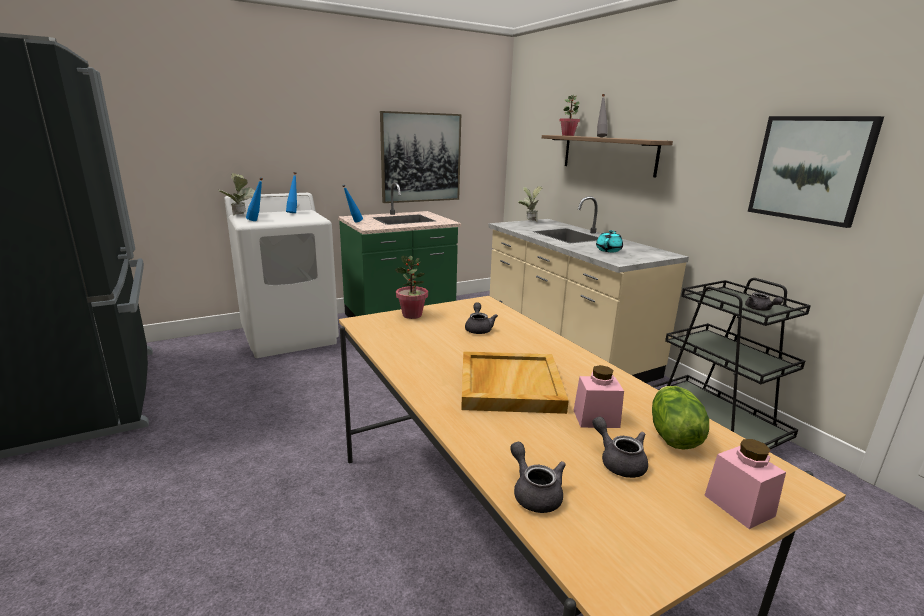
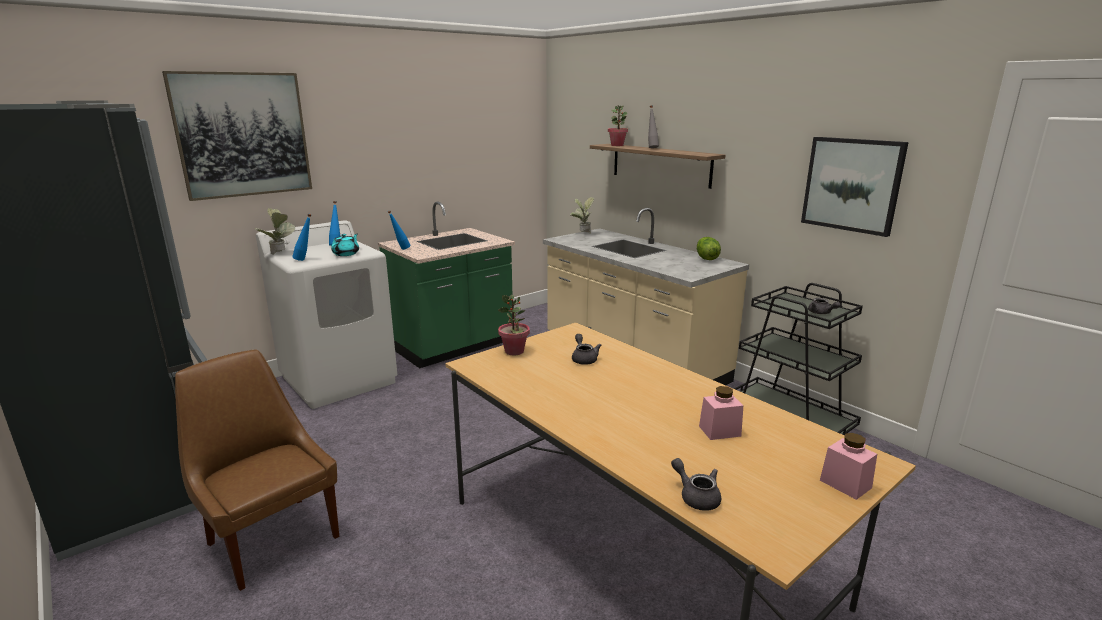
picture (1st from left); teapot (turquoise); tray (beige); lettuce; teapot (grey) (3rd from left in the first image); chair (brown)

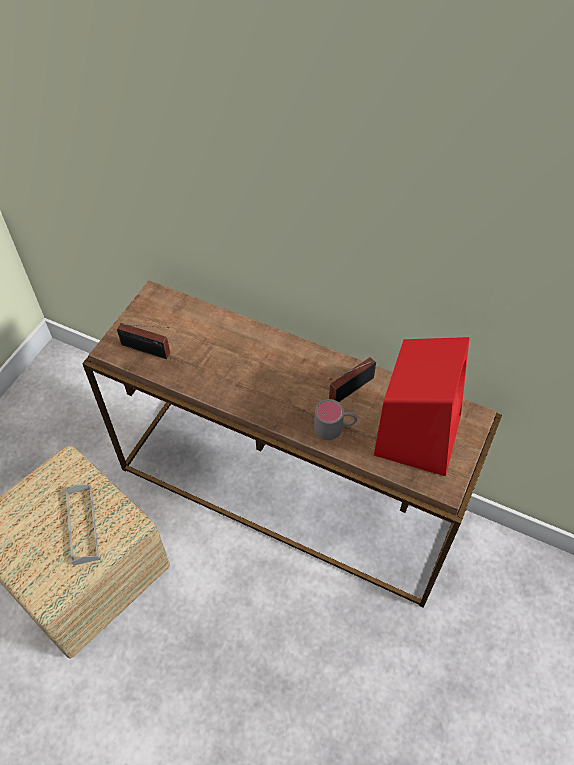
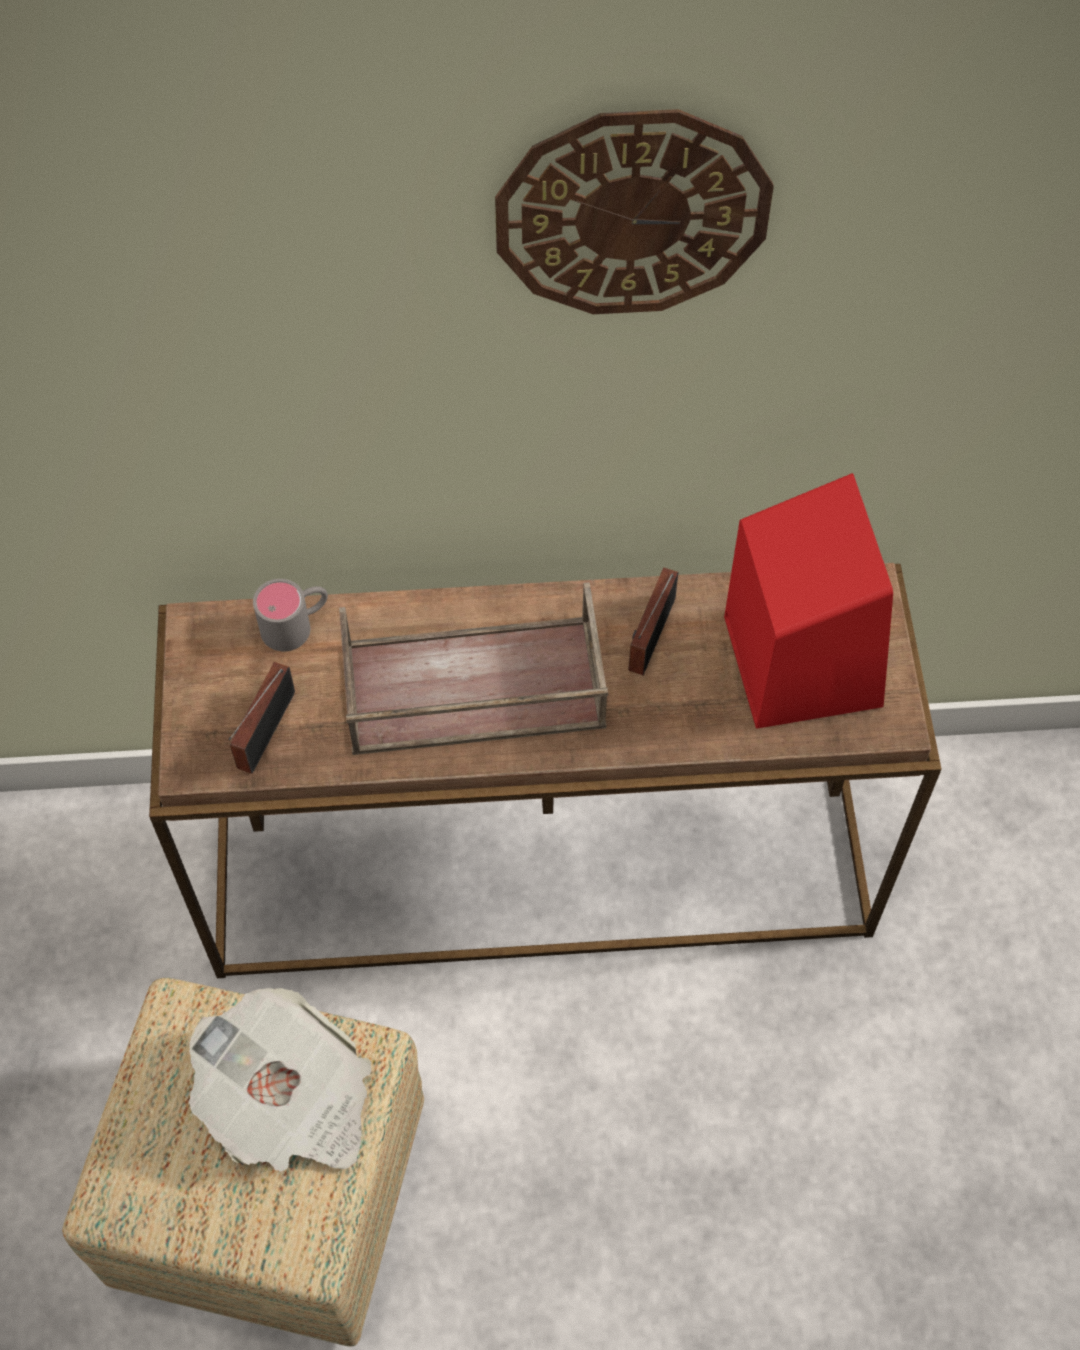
radio (1st from left); mug (grey); newspaper; wall clock; tray (brown)

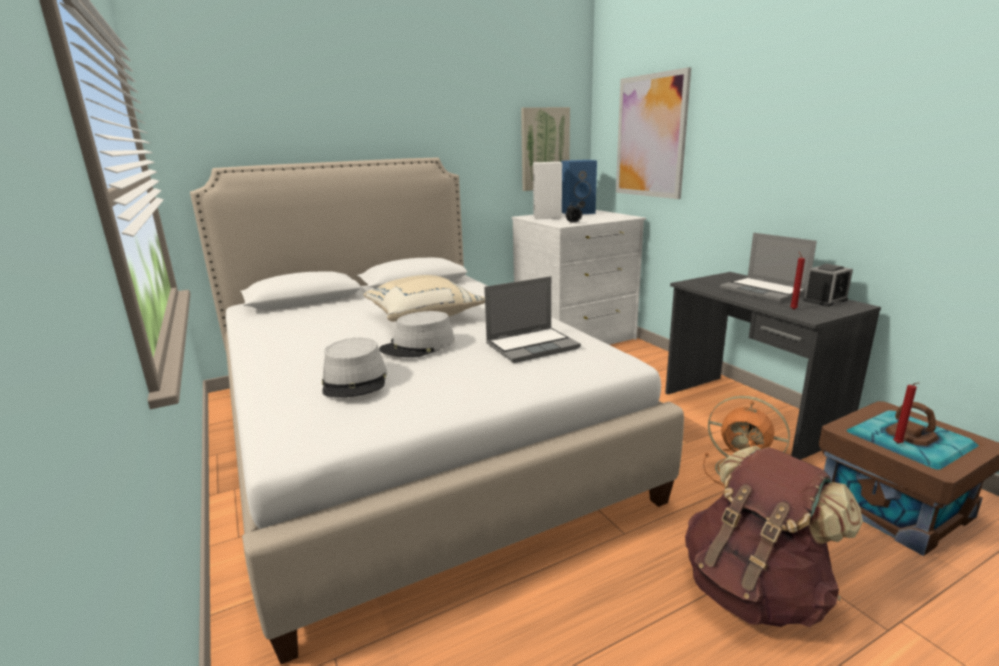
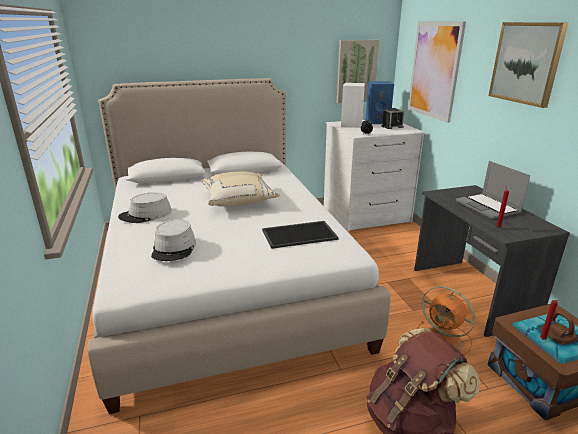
alarm clock (2nd from left); tray; hat (grey) (1st from left); picture (3rd from left)

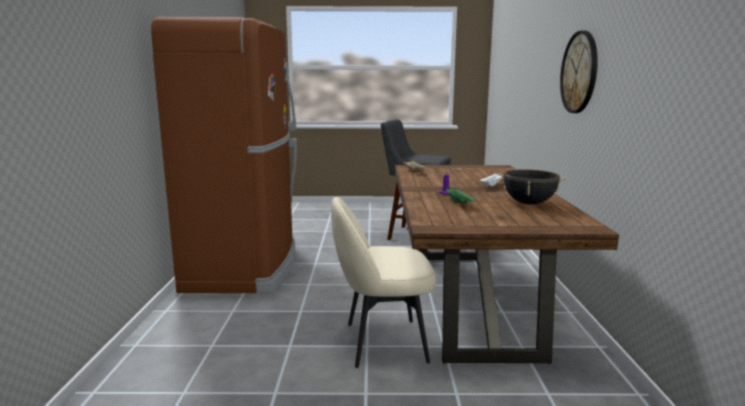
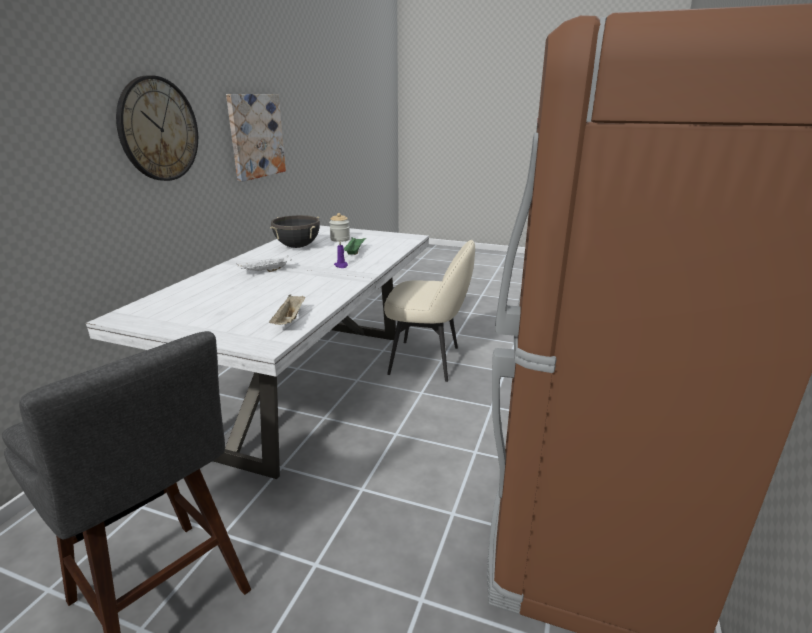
dining table (white); picture; jar

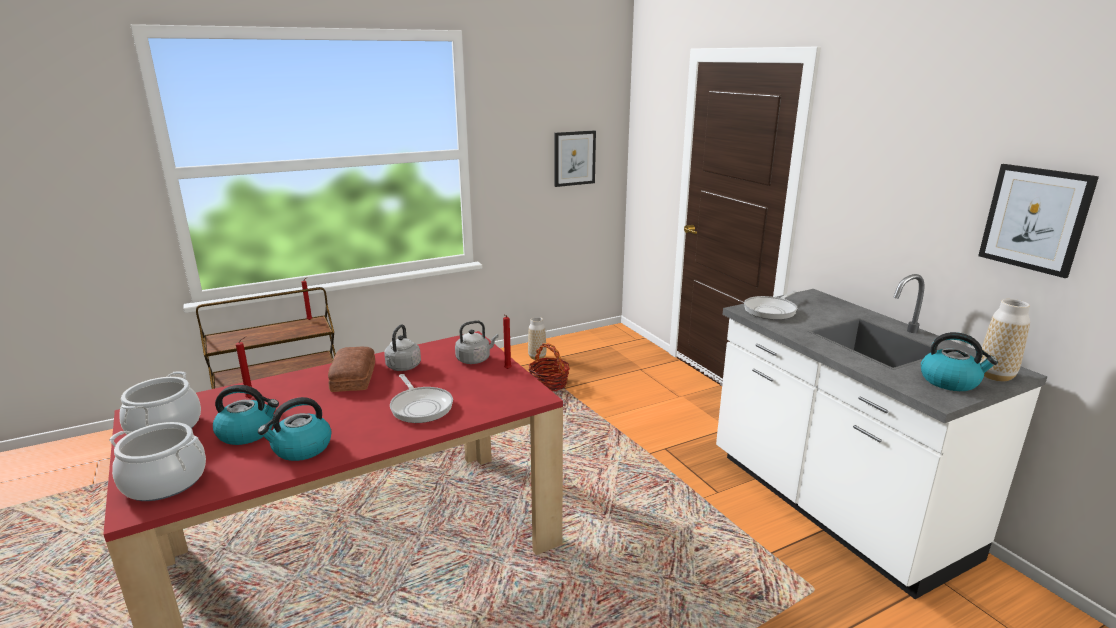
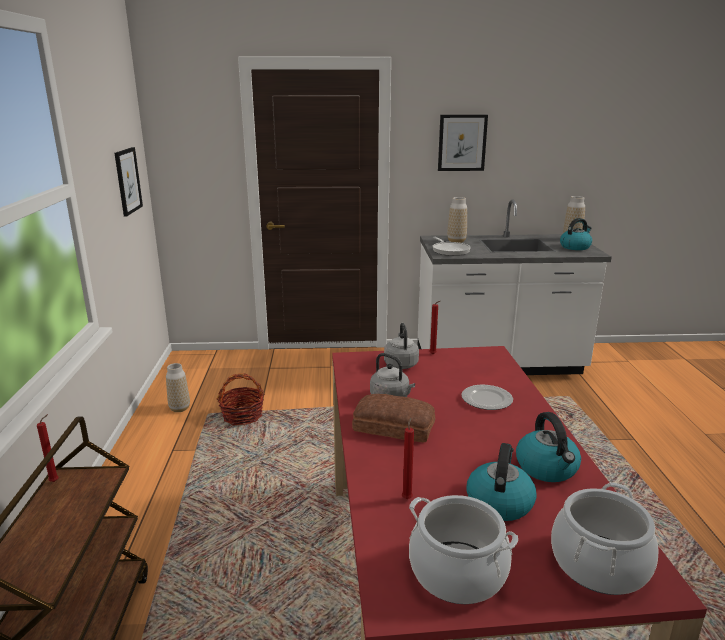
picture (2nd from left); plate; vase (2nd from left)

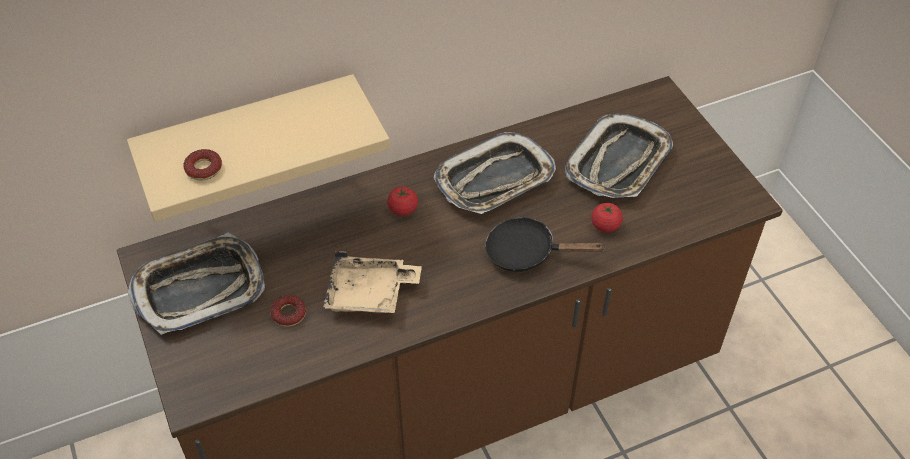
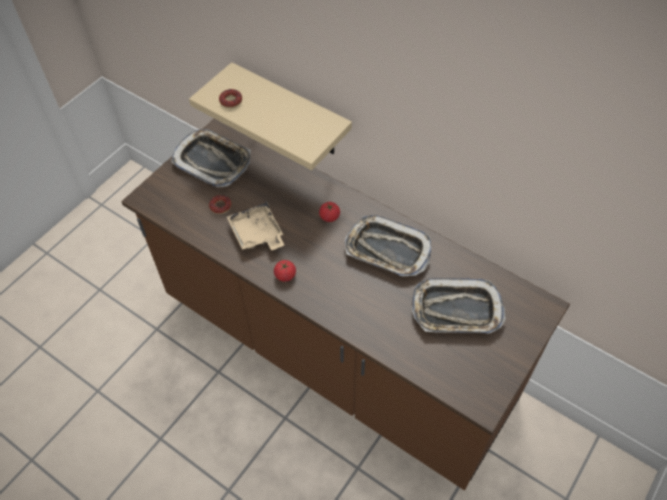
tomato (1st from left); frying pan (black)

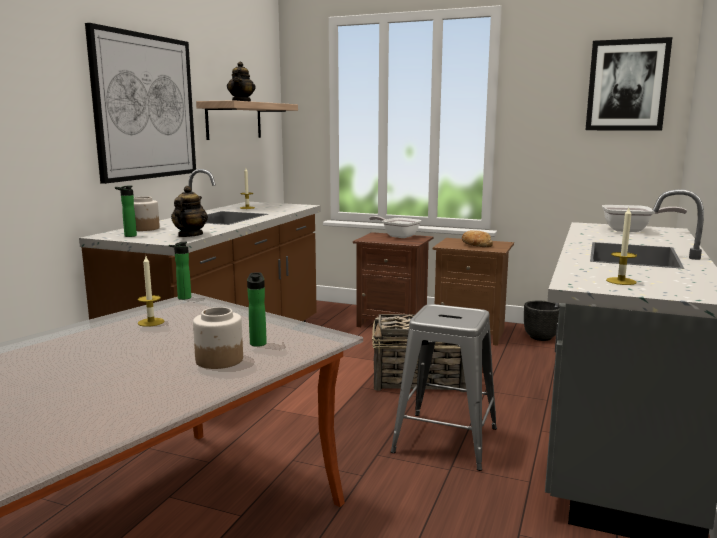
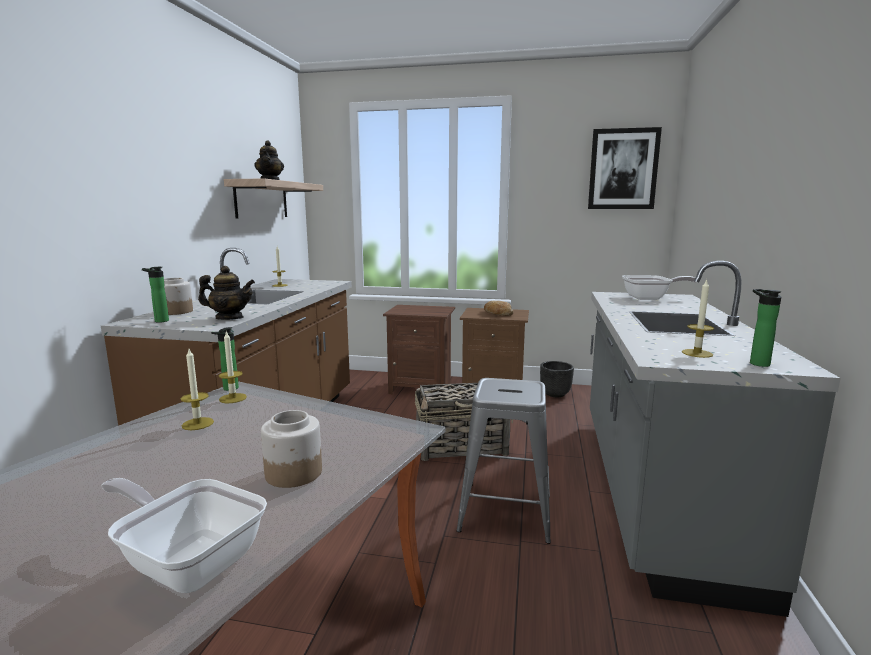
picture (1st from left in the first image); teapot (1st from left); frying pan (1st from left); bottle (3rd from left); candle (2nd from left)

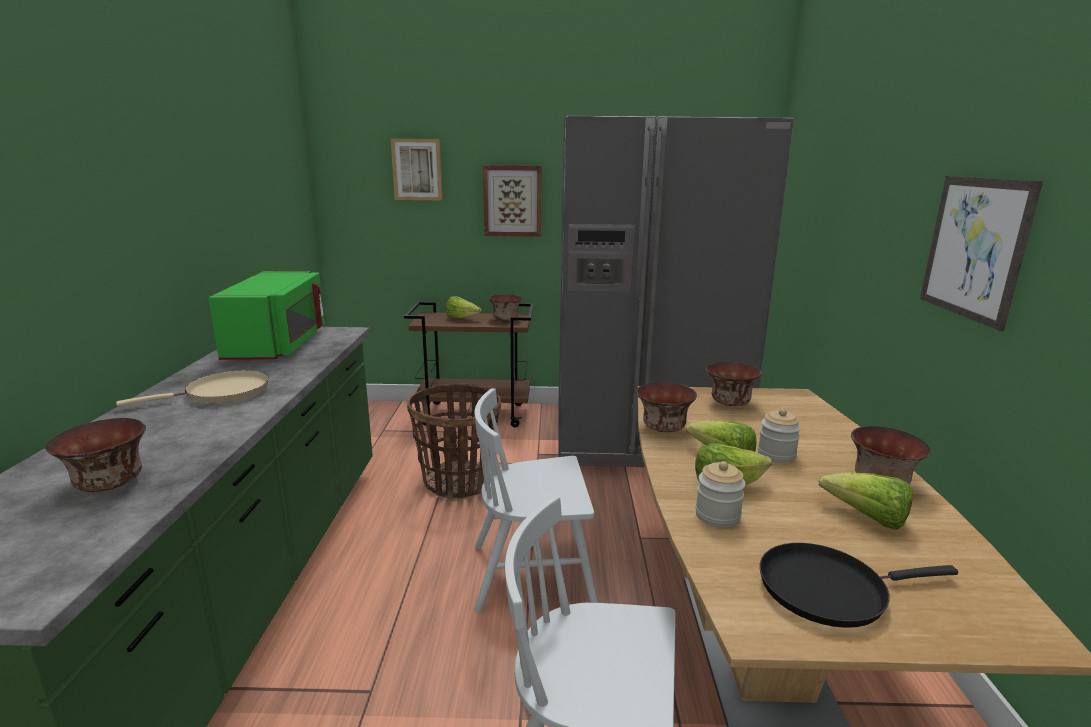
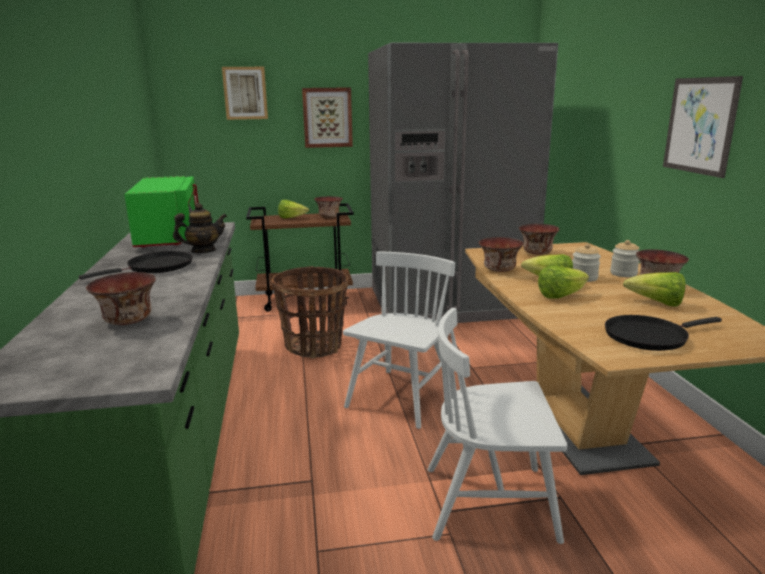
frying pan (black) (1st from left); chair (white) (1st from left); jar (2nd from left); teapot

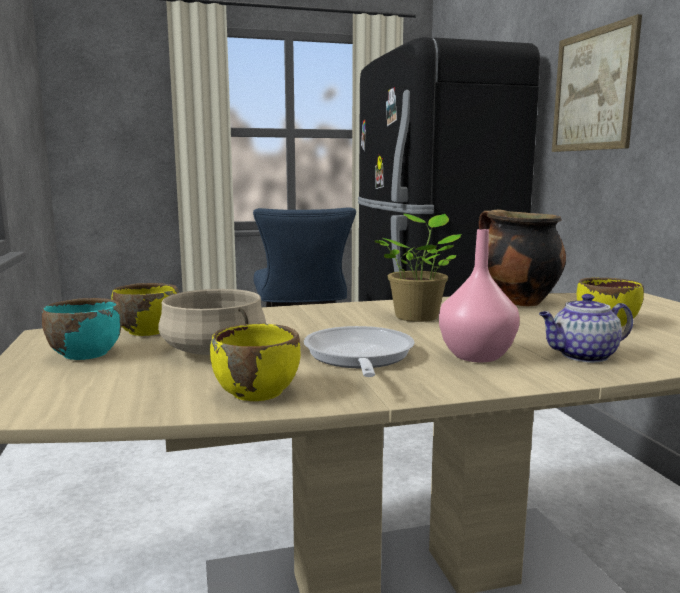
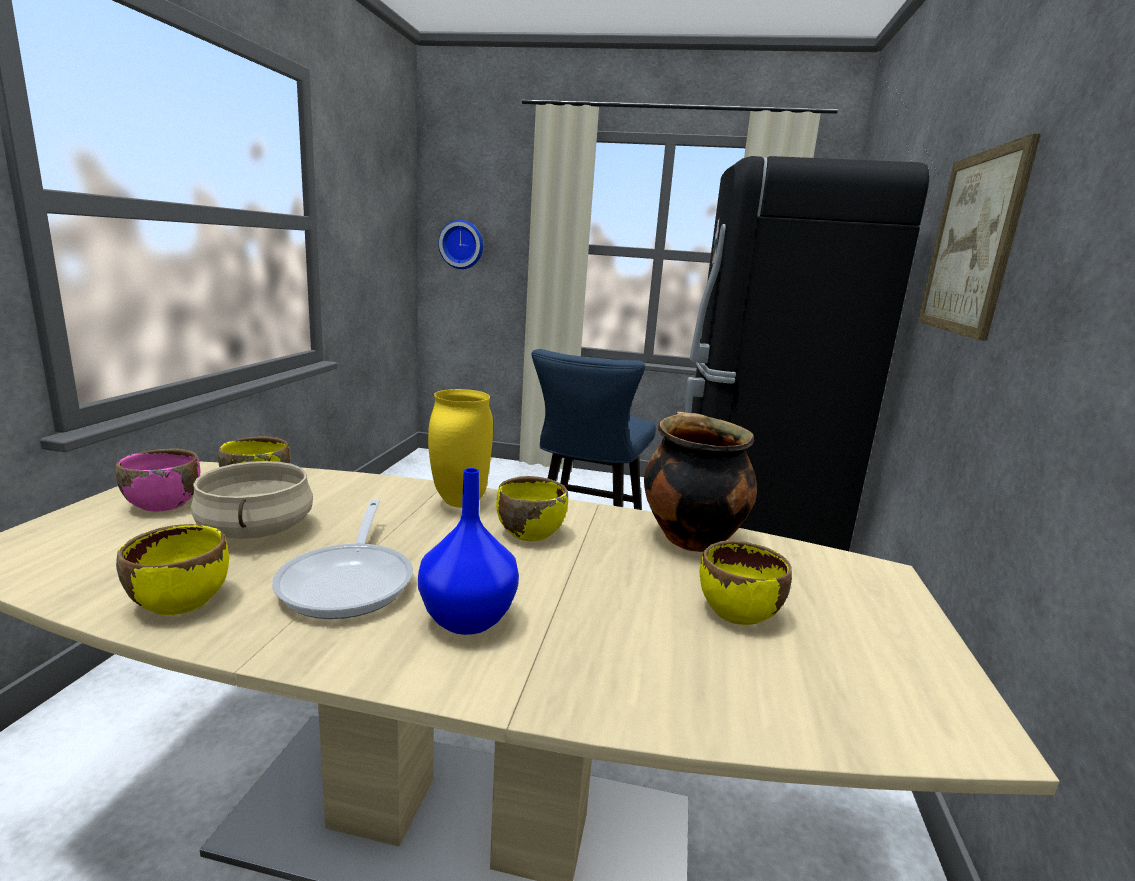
bowl (yellow) (3rd from left); vase (blue); teapot; bowl (pink); frying pan; wall clock; vase (yellow)

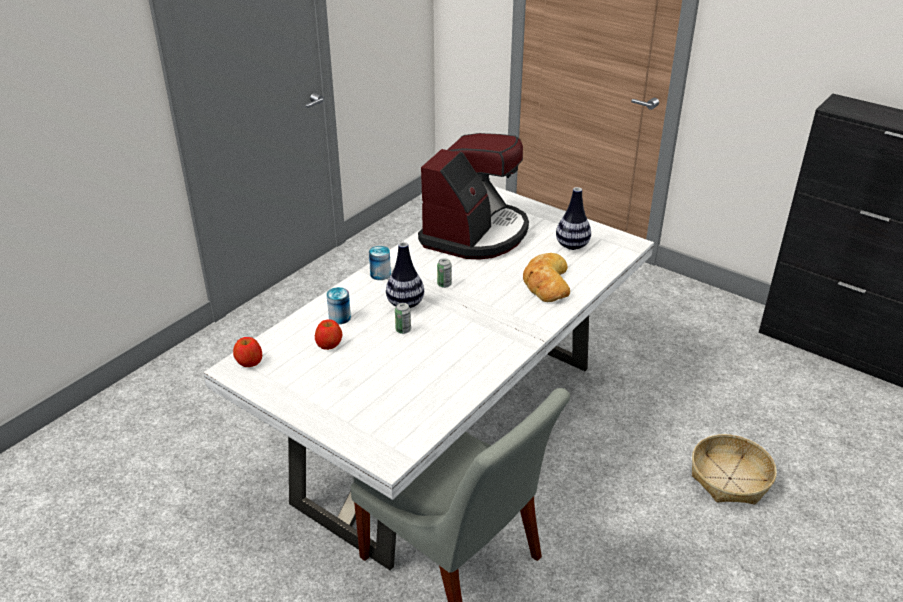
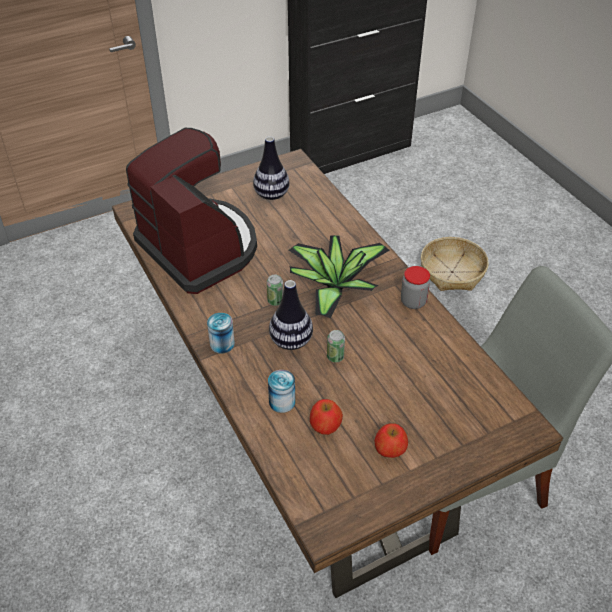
dining table (brown); bread; apple (2nd from left); potted plant; jar

